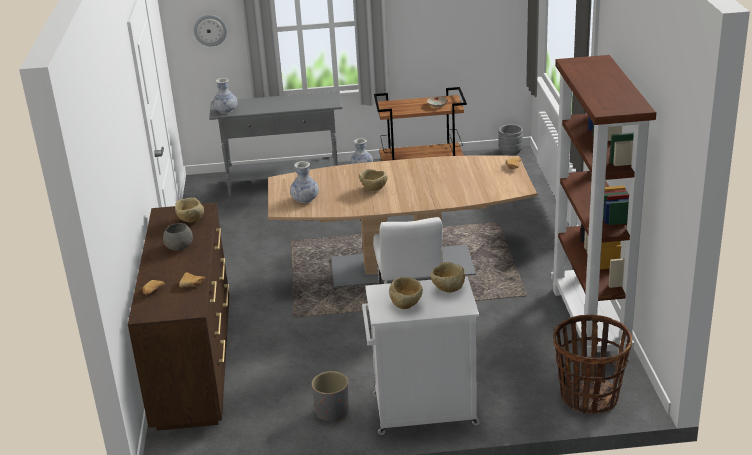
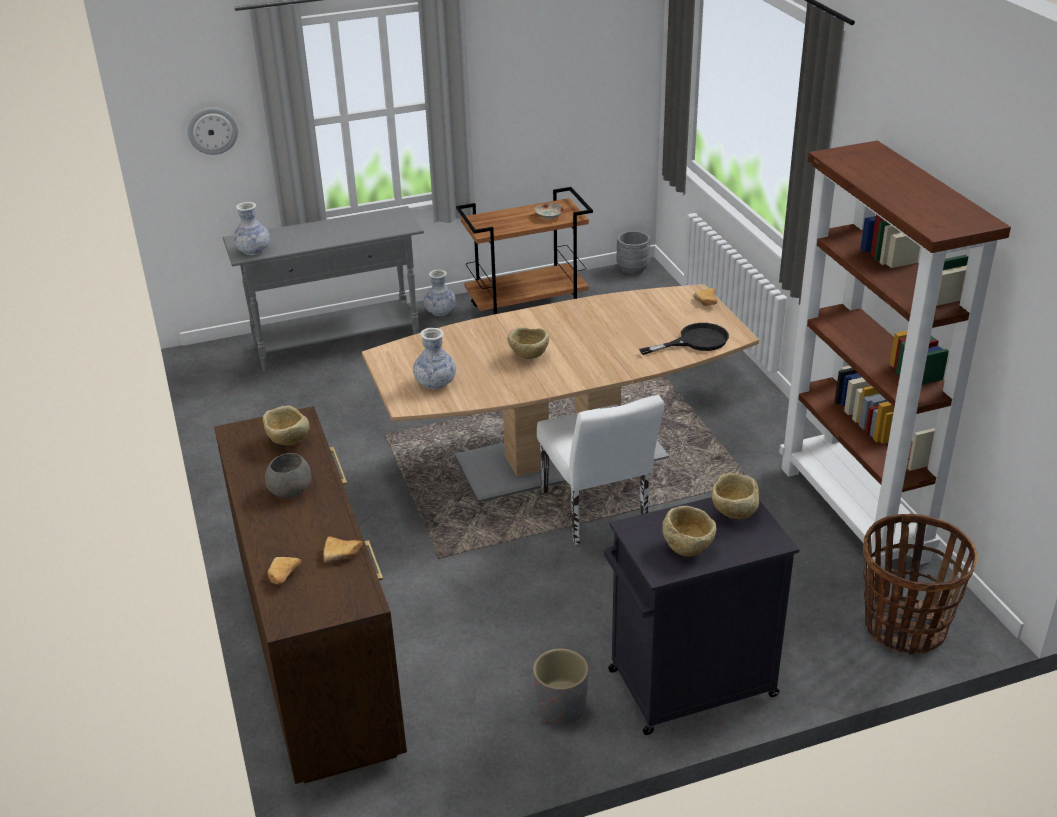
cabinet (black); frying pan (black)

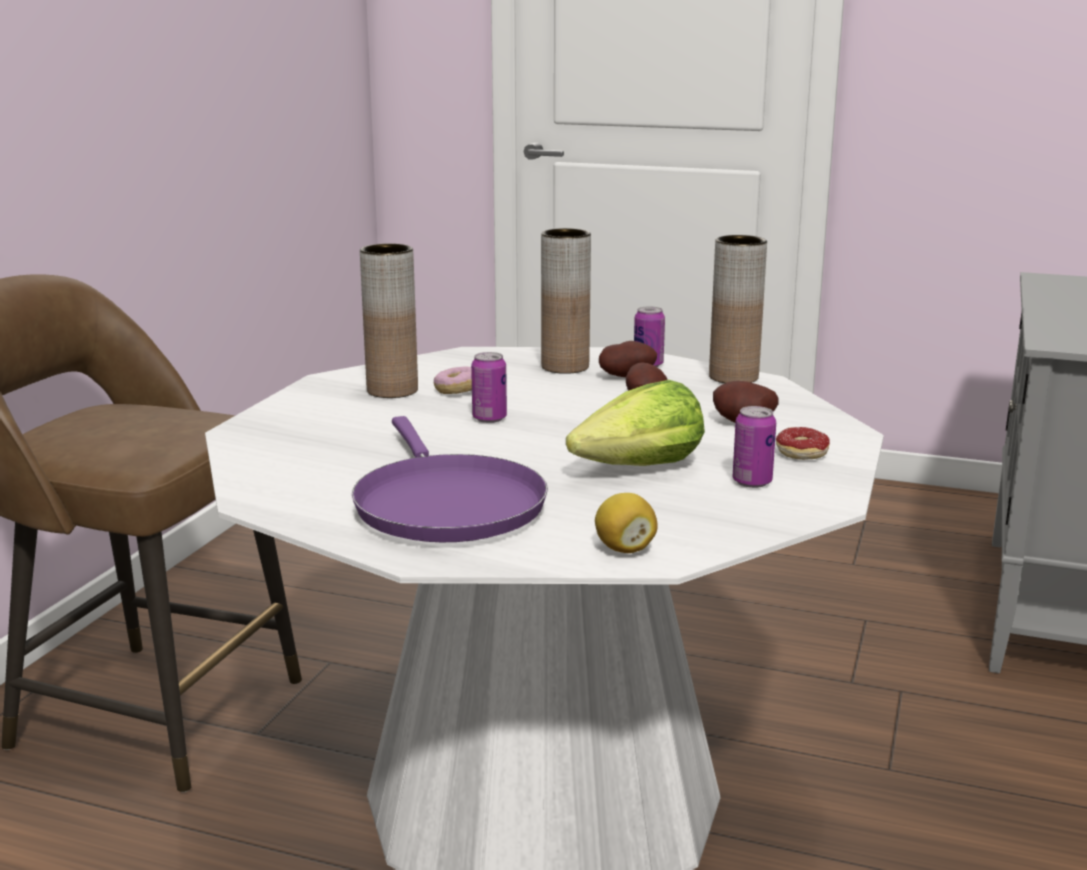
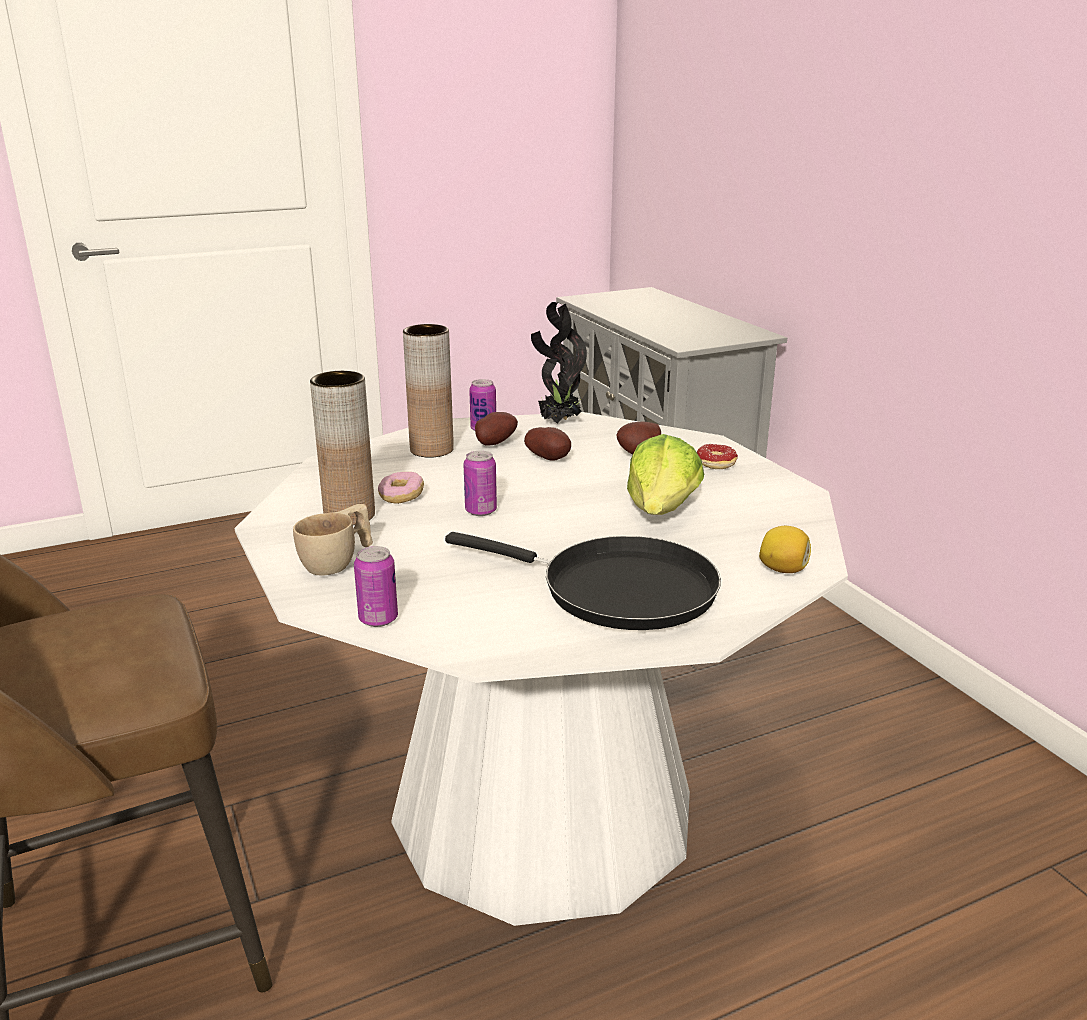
potted plant; can (1st from left); frying pan (black); cup (beige)

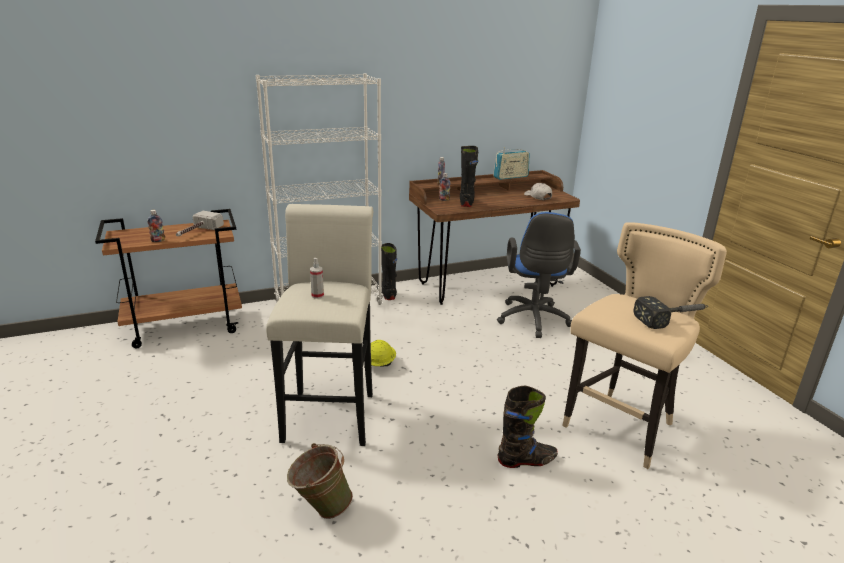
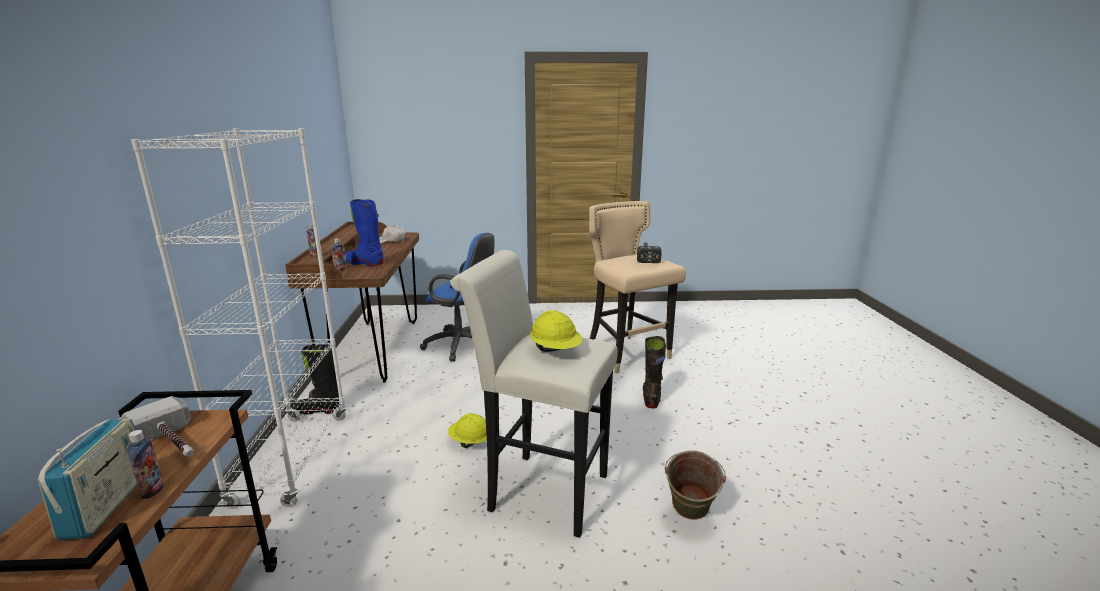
boot (blue); radio; hard hat (yellow) (2nd from left)

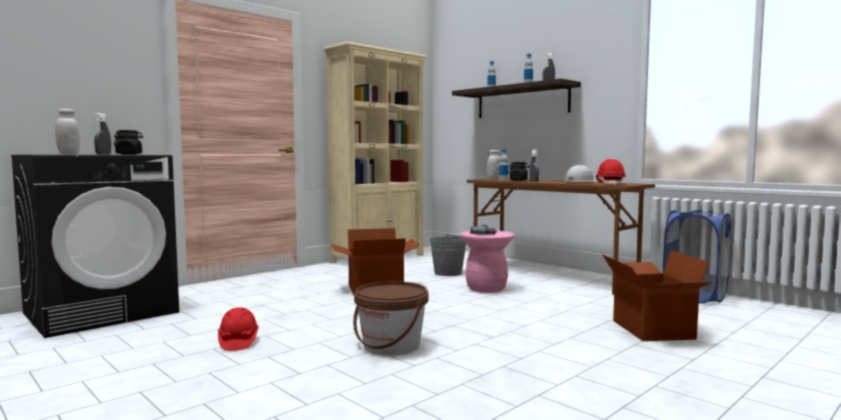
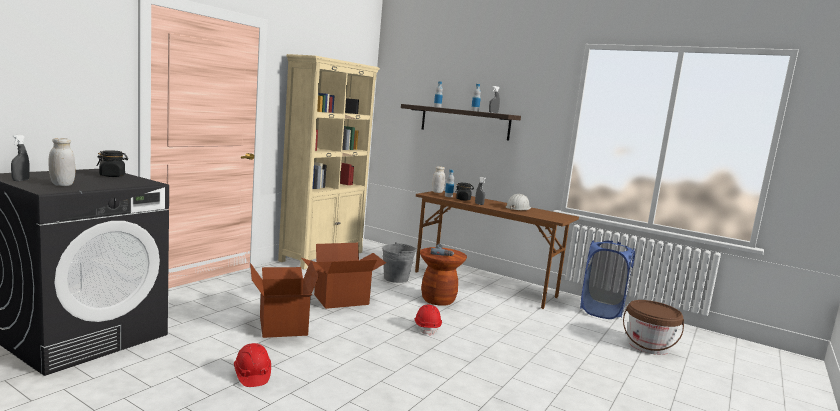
spray bottle (grey) (1st from left); hard hat (red) (2nd from left); stool (brown); cardboard box (1st from left); bucket (brown)

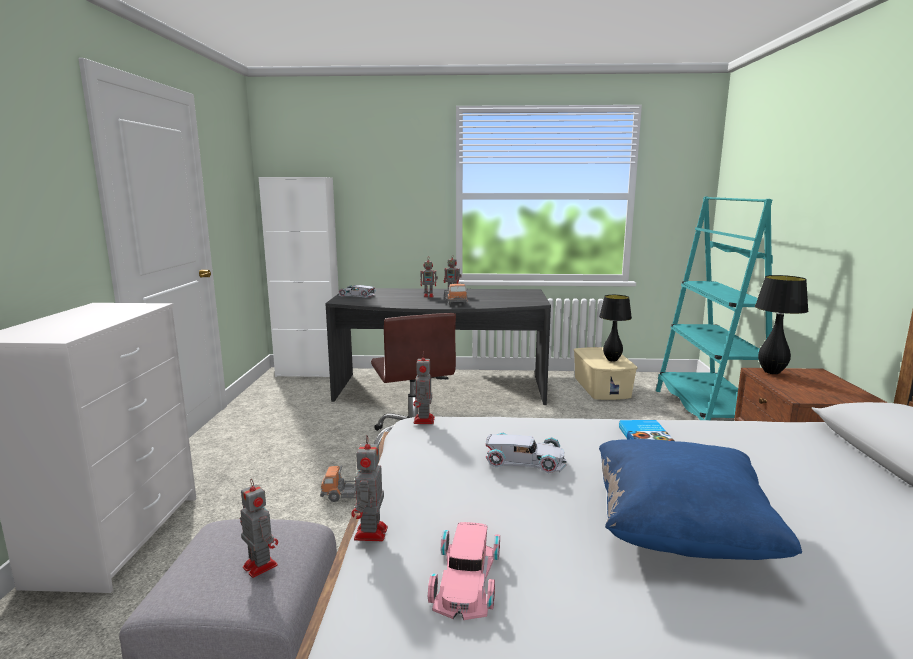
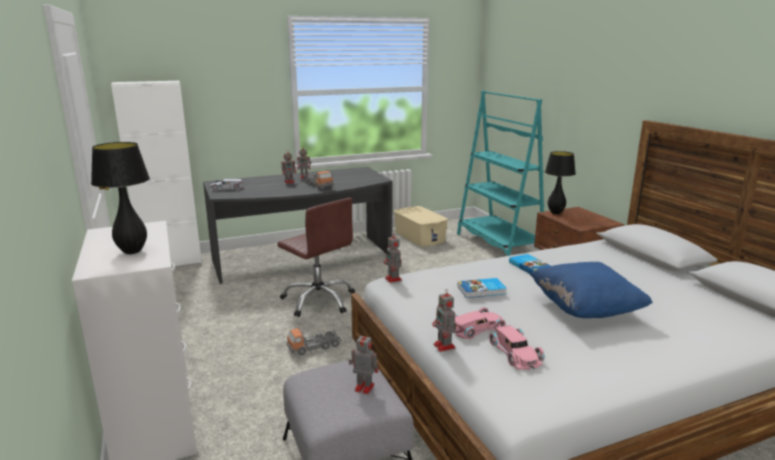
table lamp (black) (1st from left); book (1st from left); toy car (pink) (1st from left)

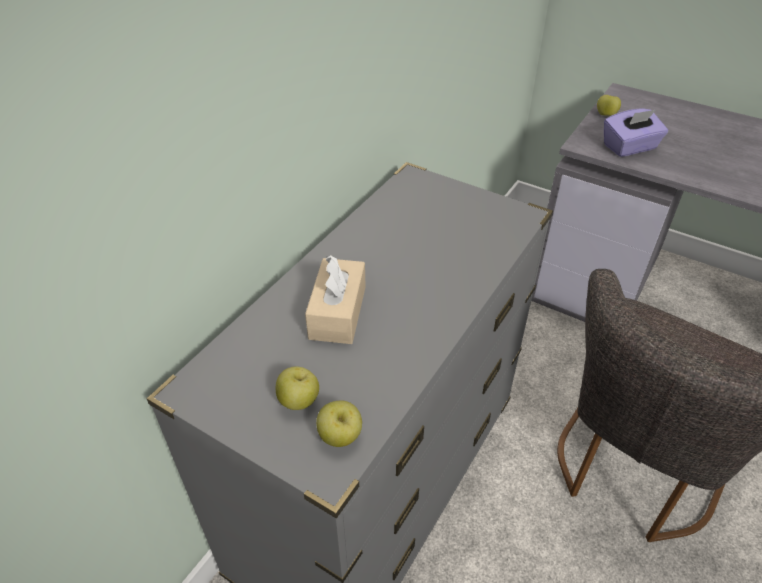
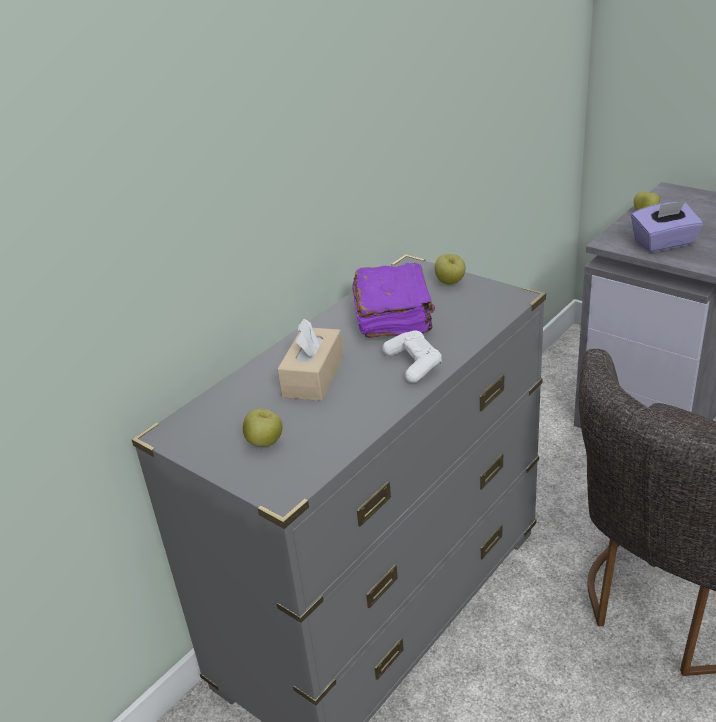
apple (2nd from left); book (purple); game controller (white)

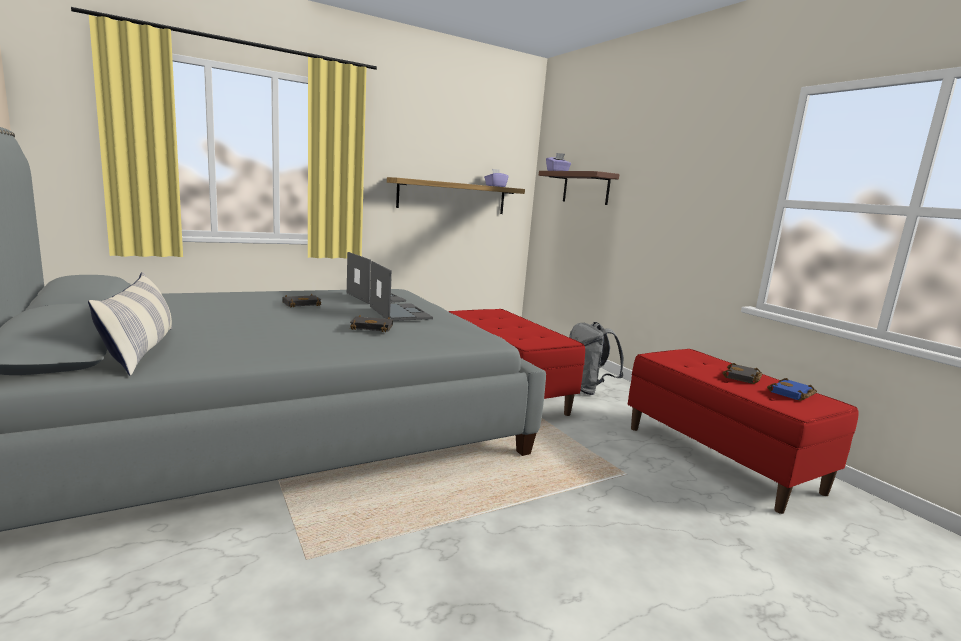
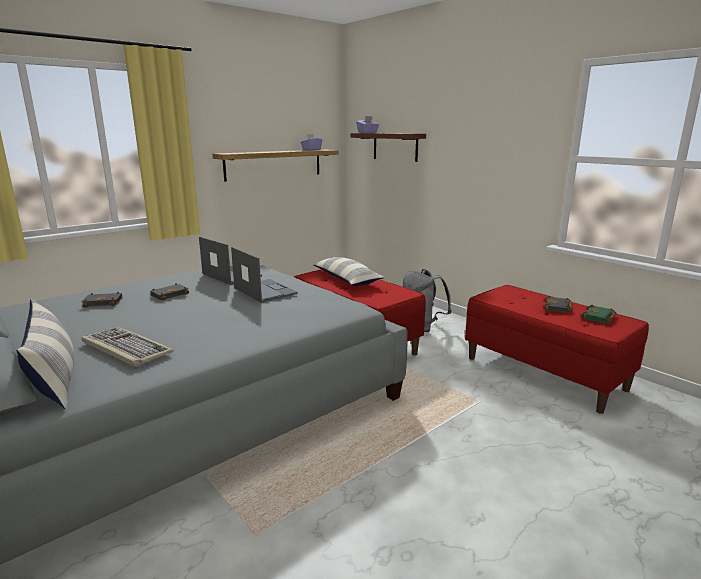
book (black) (1st from left); book (green); pillow (2nd from left); keyboard

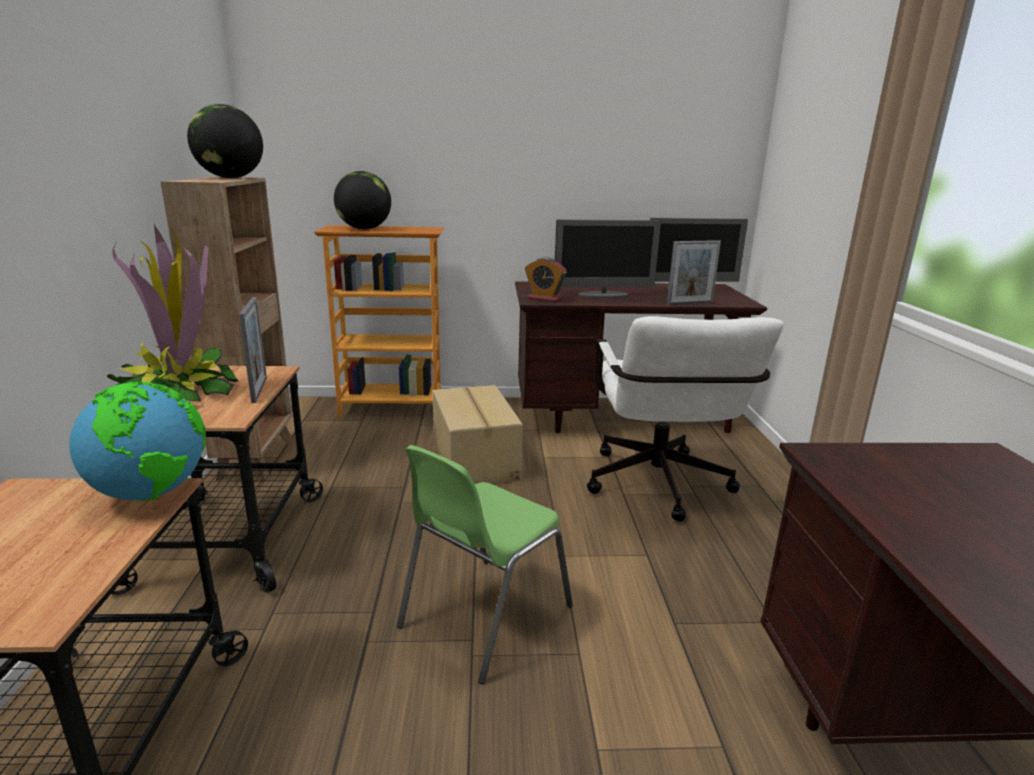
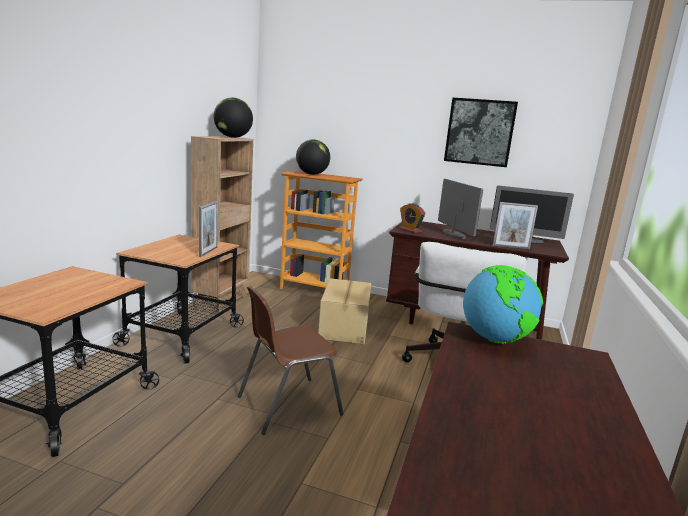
monitor (1st from left); potted plant; globe (3rd from left); chair (brown); picture

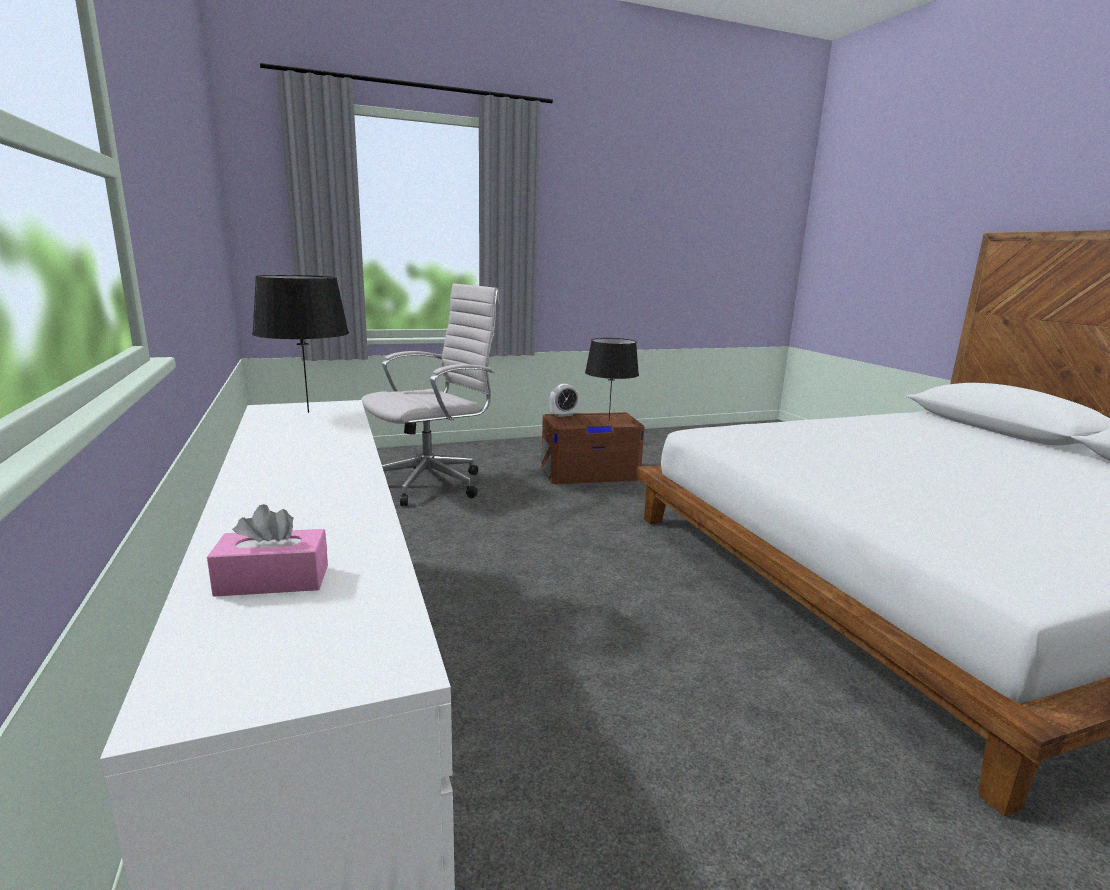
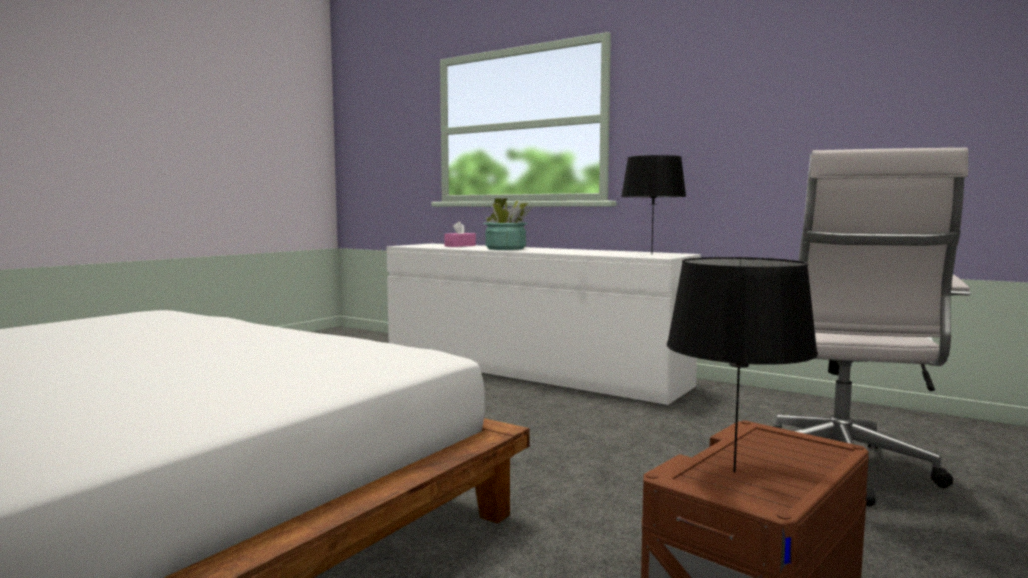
alarm clock; potted plant

